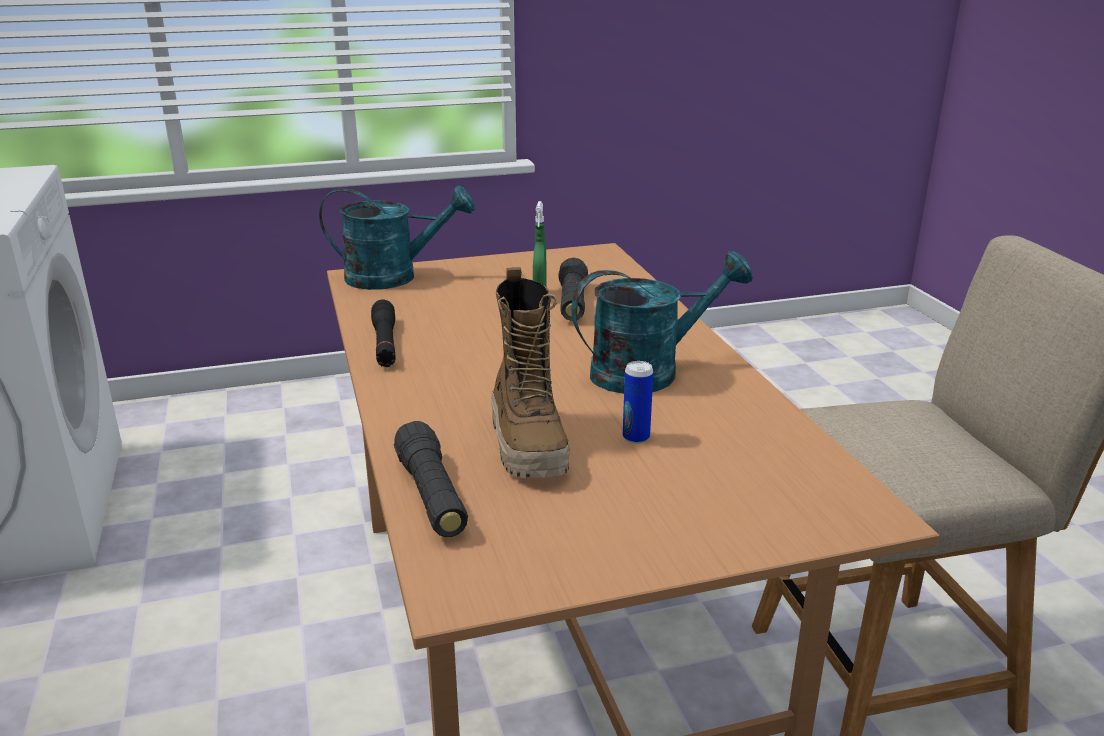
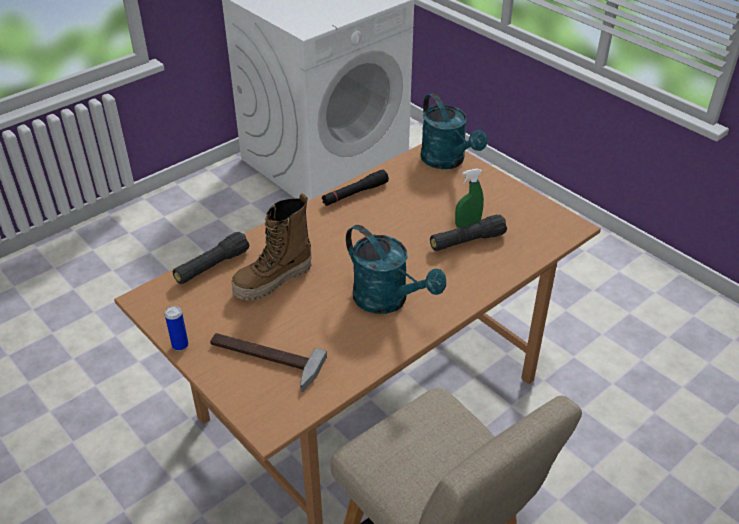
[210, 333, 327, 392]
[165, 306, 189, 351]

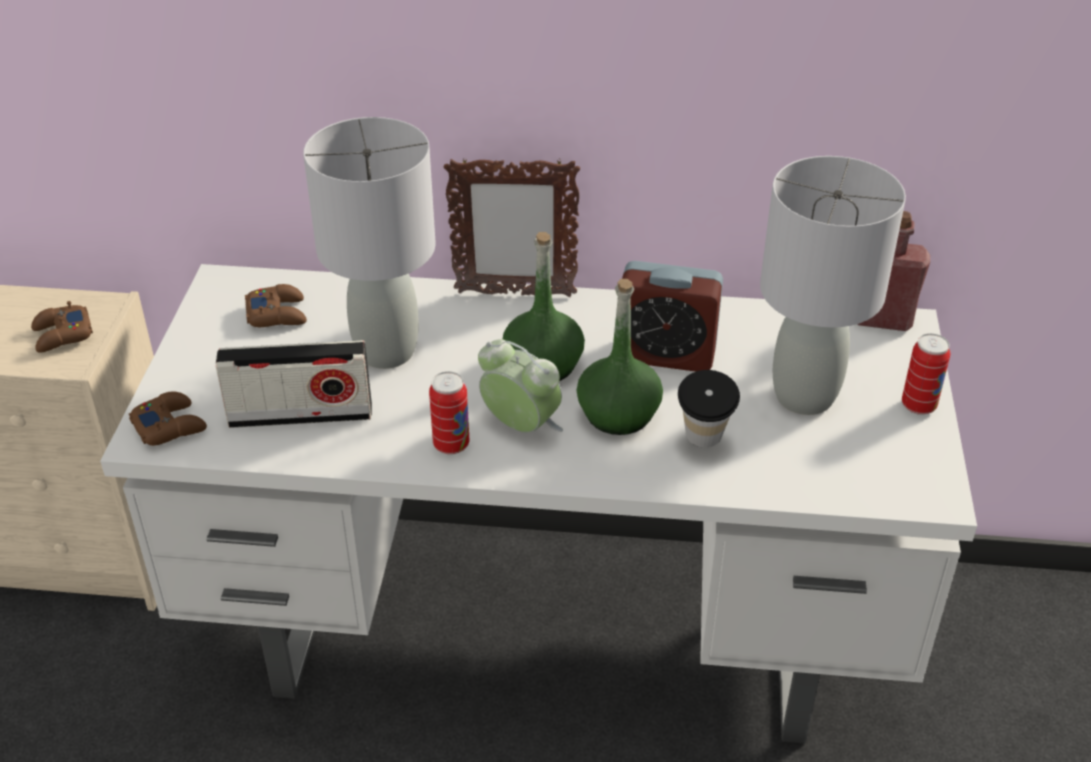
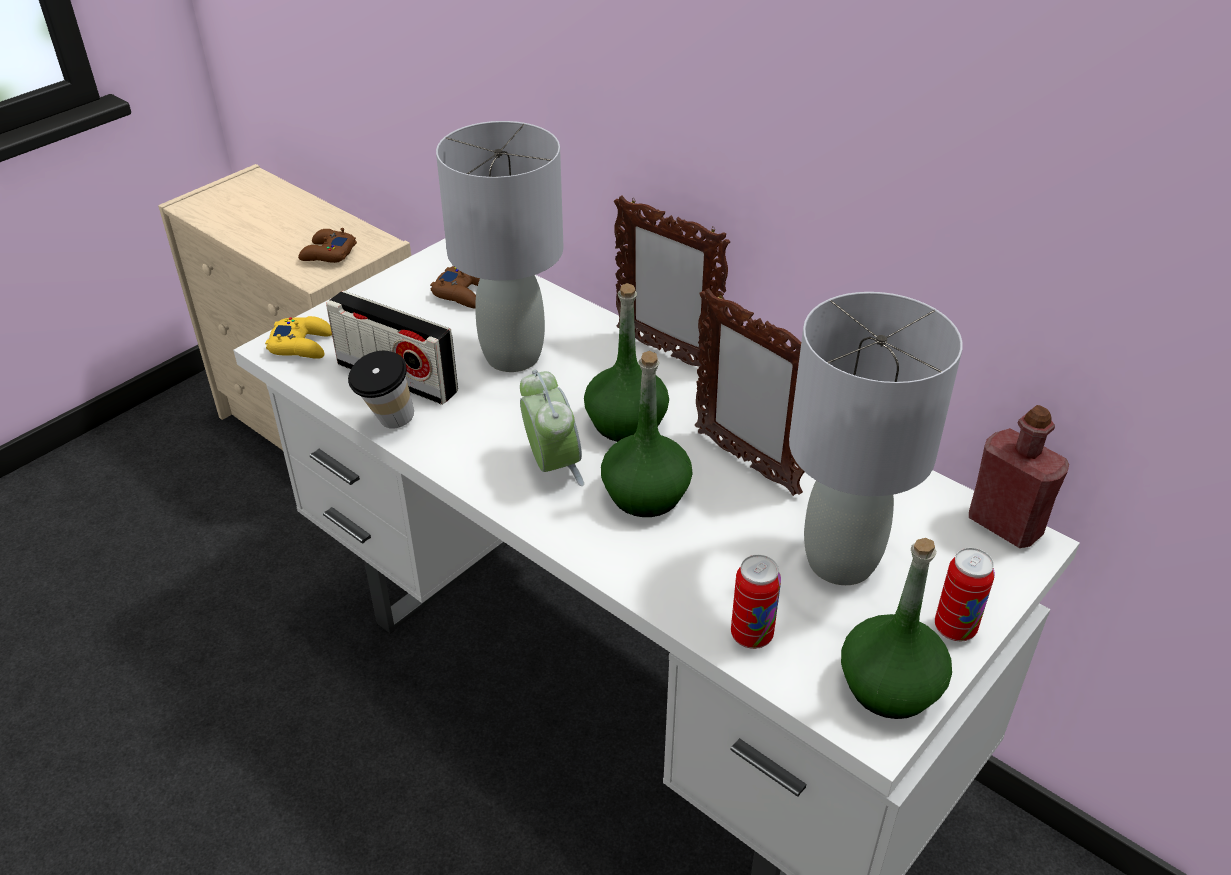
[841, 538, 952, 719]
[731, 555, 781, 649]
[348, 350, 414, 429]
[695, 288, 805, 496]
[265, 316, 332, 359]

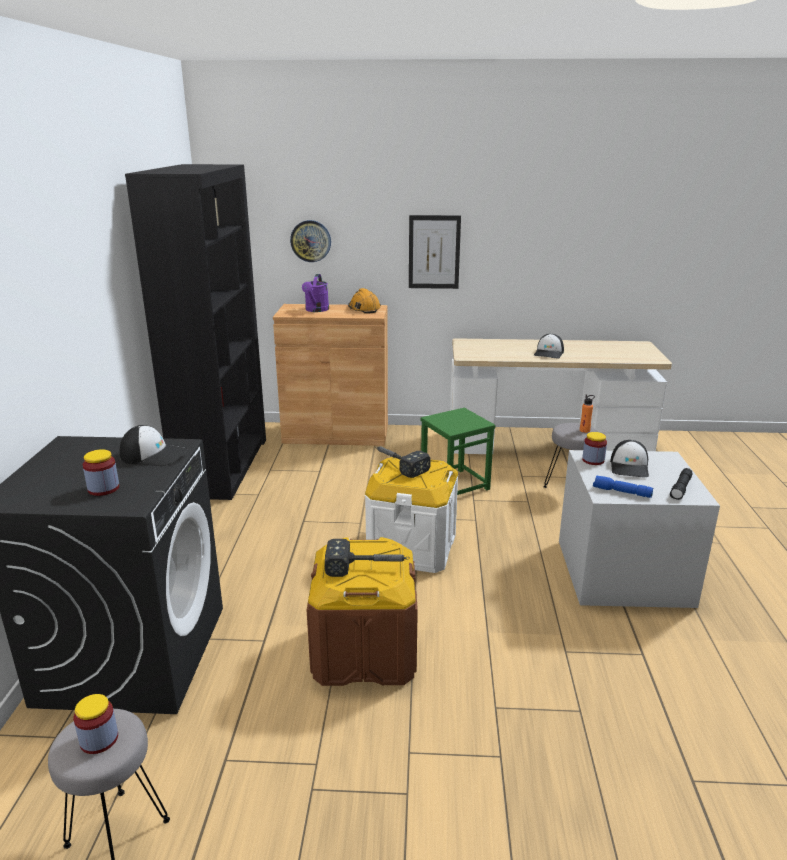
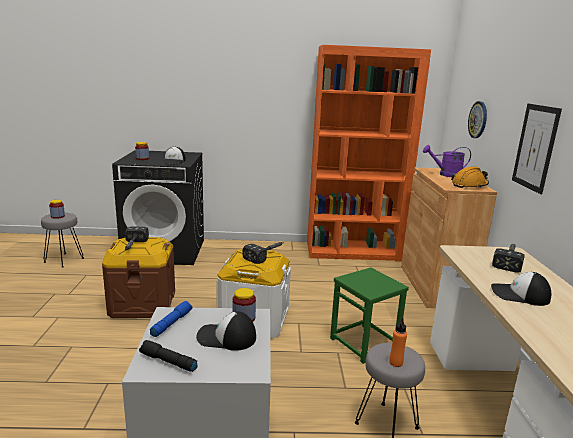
[492, 244, 525, 273]
[307, 45, 431, 262]

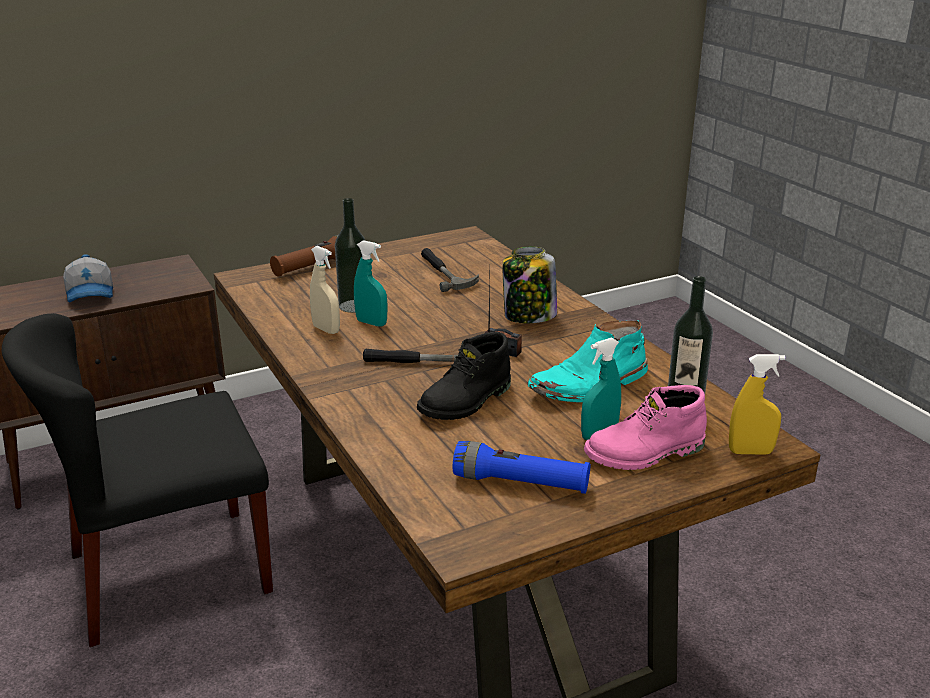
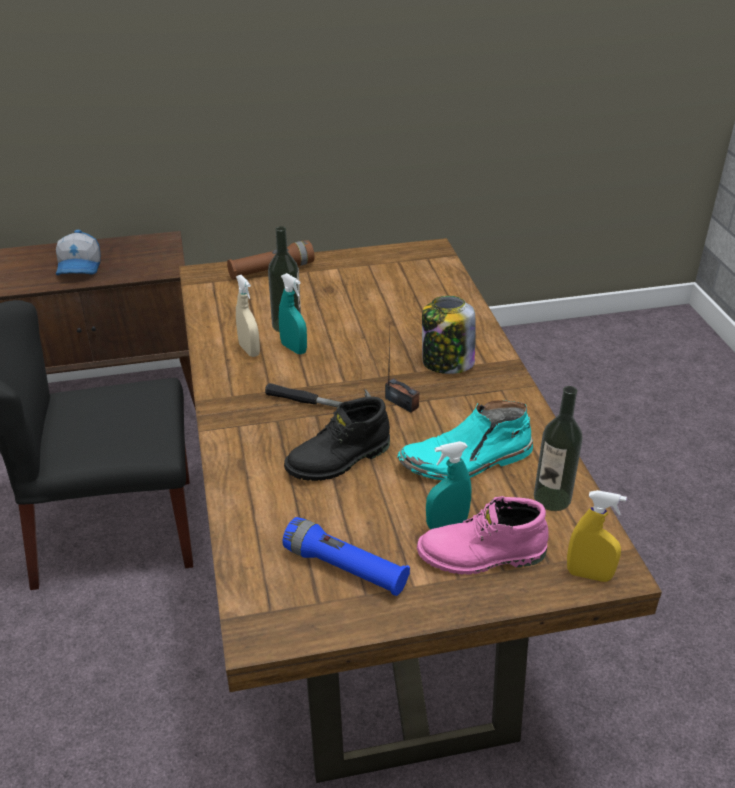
[421, 248, 479, 292] (first image)

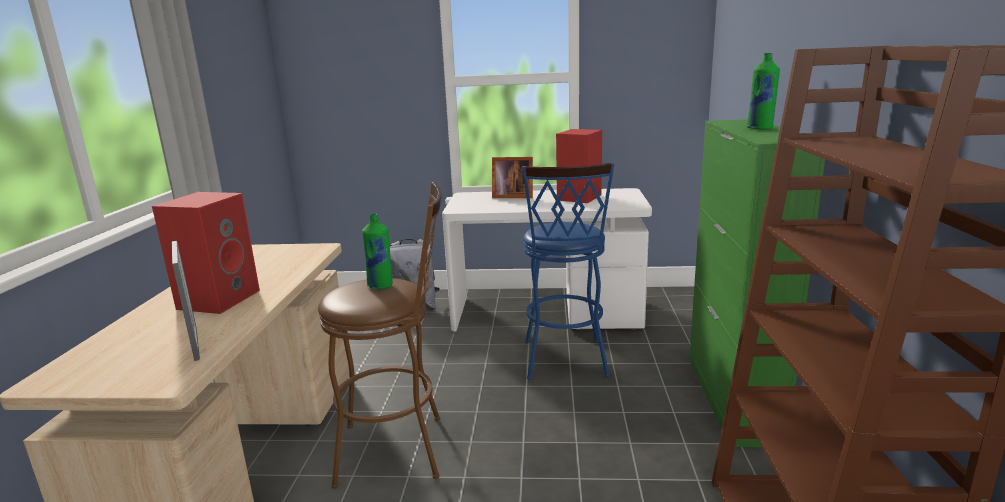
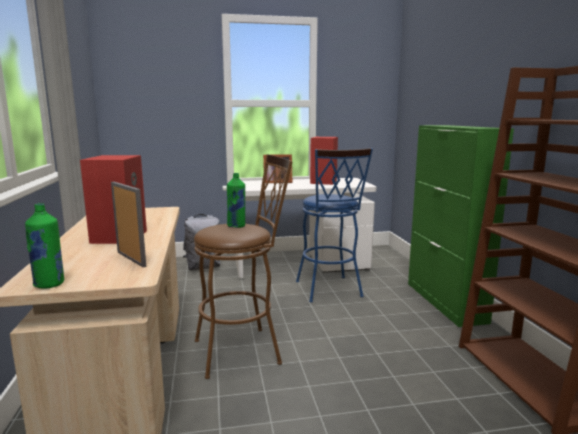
[25, 203, 64, 289]

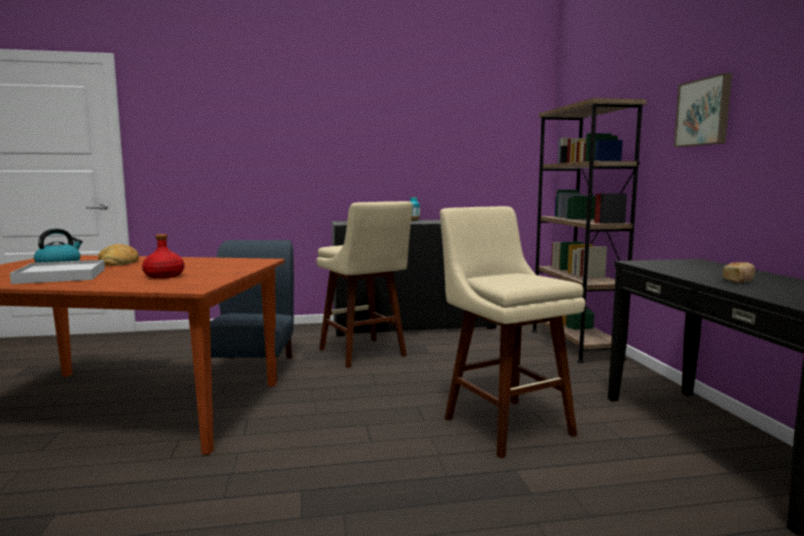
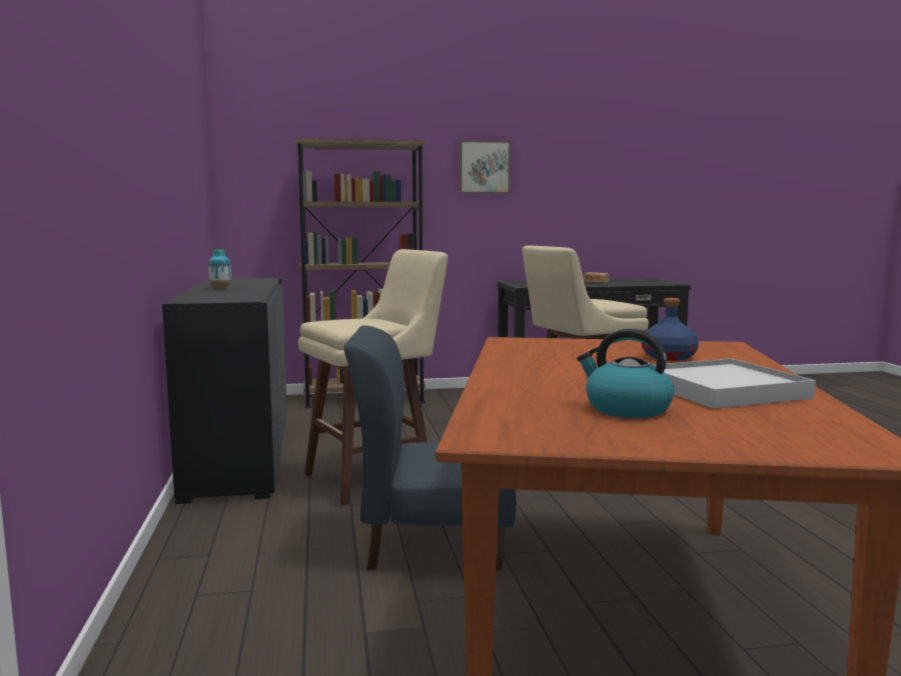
[98, 244, 139, 266] (first image)
[642, 298, 699, 360]

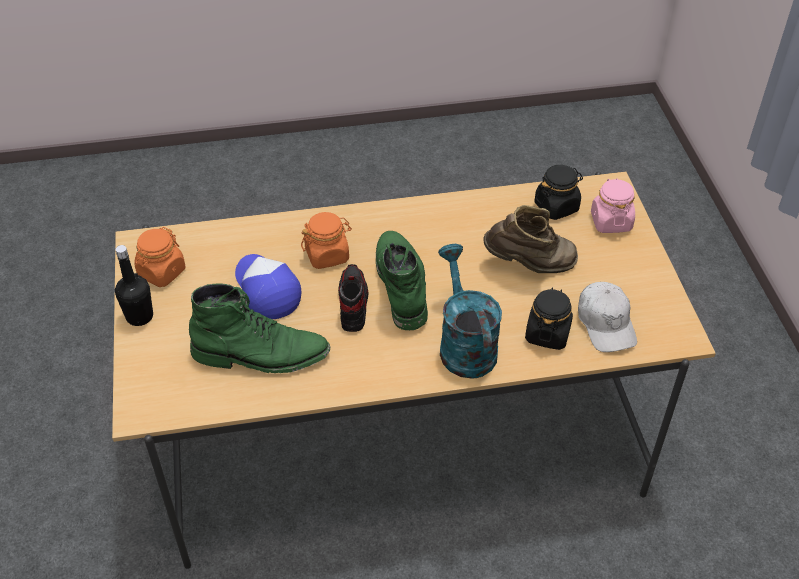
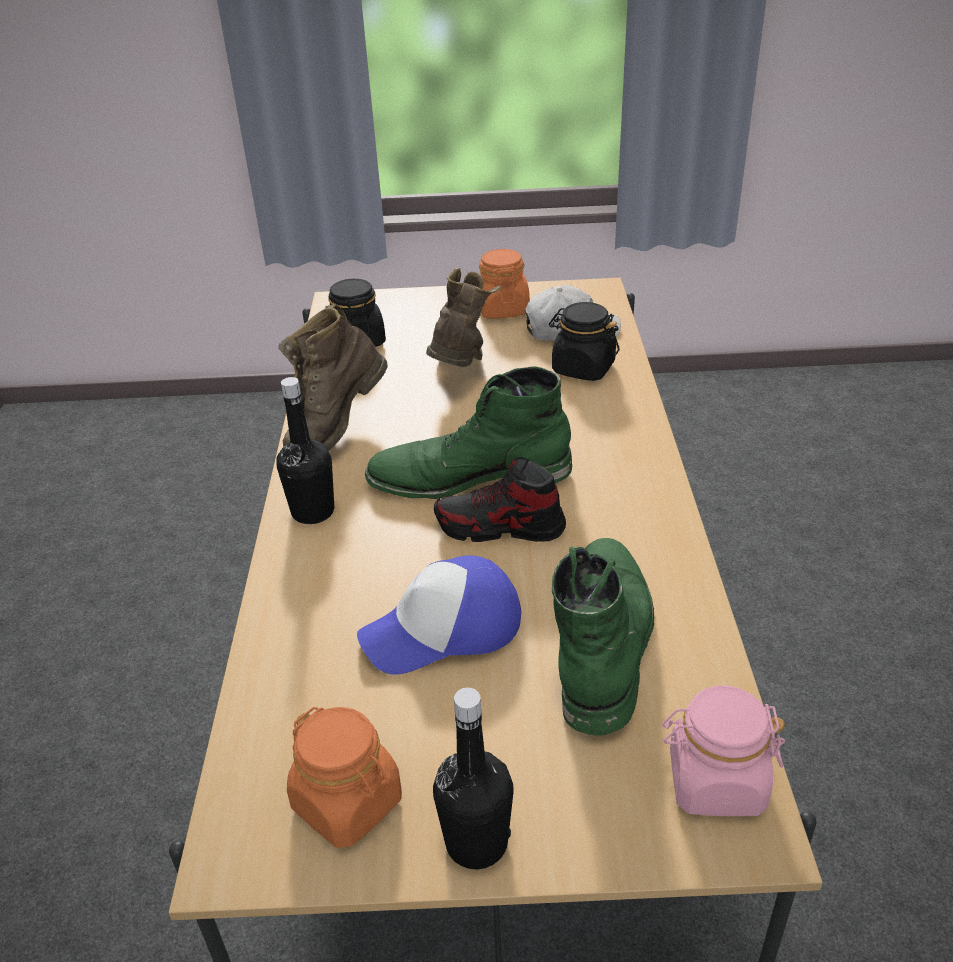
[438, 244, 502, 379] (first image)
[276, 377, 334, 524]
[279, 304, 388, 451]
[479, 249, 530, 319]
[662, 685, 785, 816]

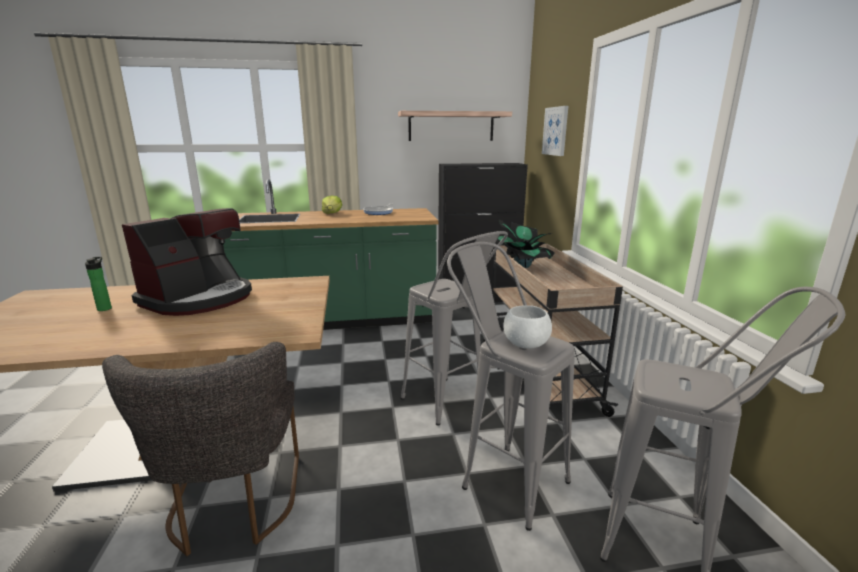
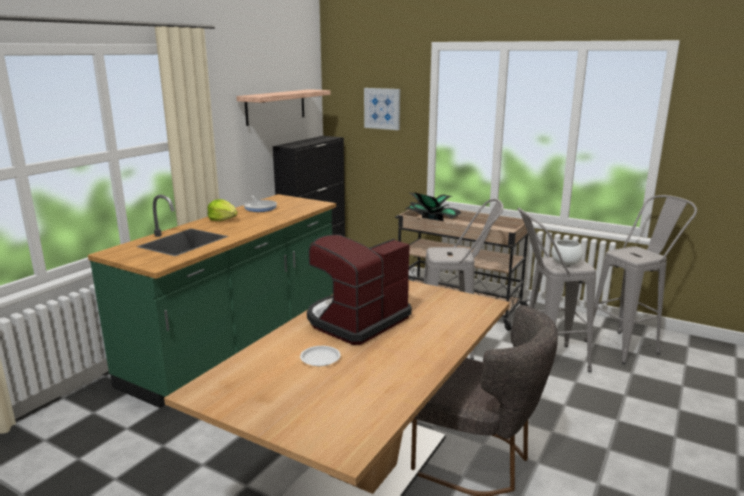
[300, 346, 341, 366]
[307, 234, 412, 345]

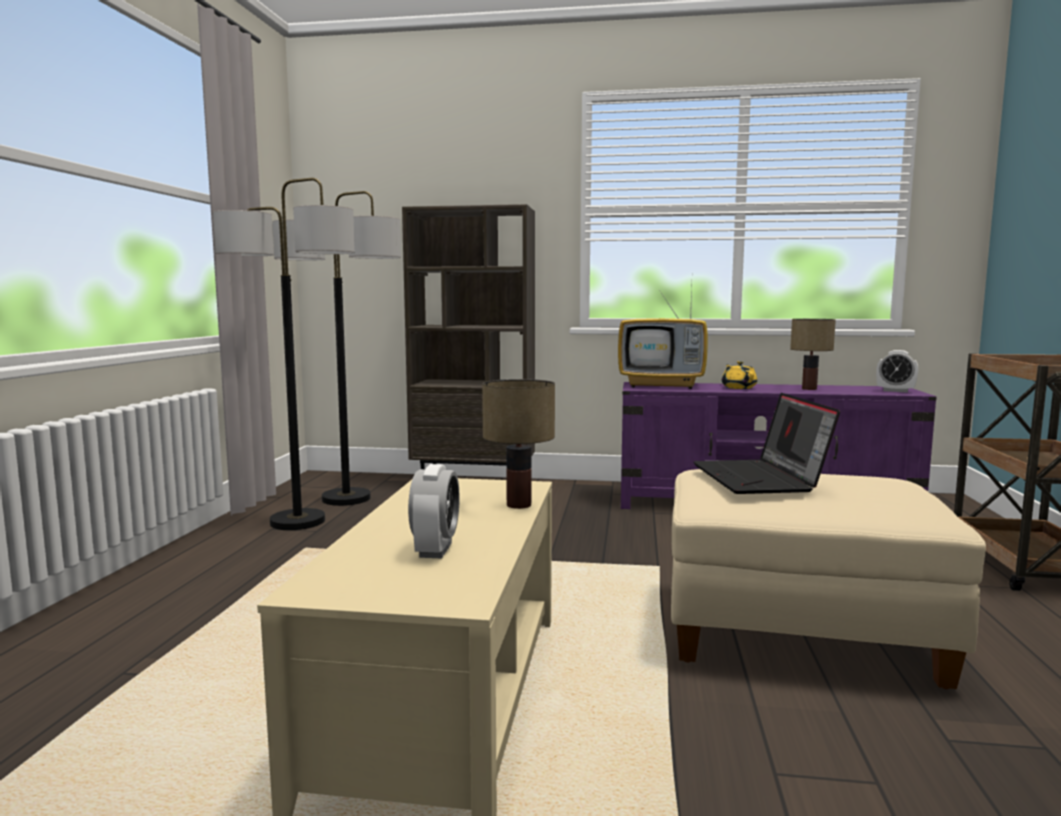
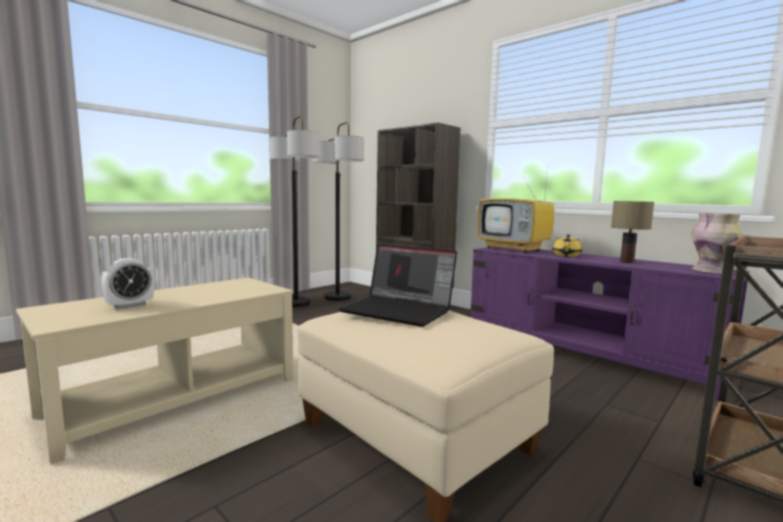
[482, 379, 555, 509] (first image)
[691, 212, 743, 274]
[339, 244, 457, 327]

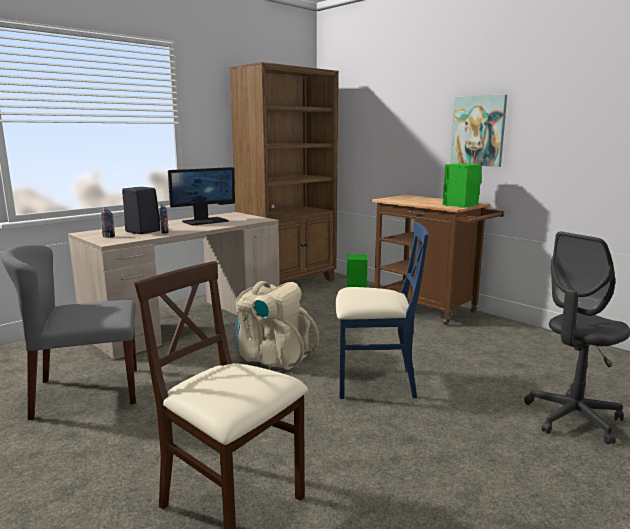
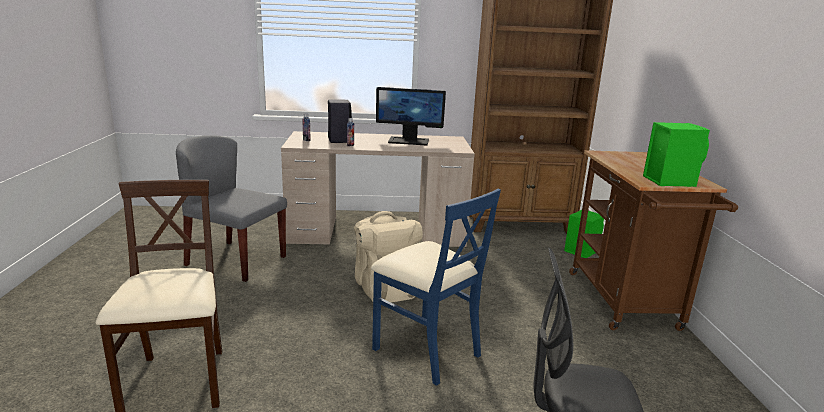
[450, 95, 507, 167] (first image)

